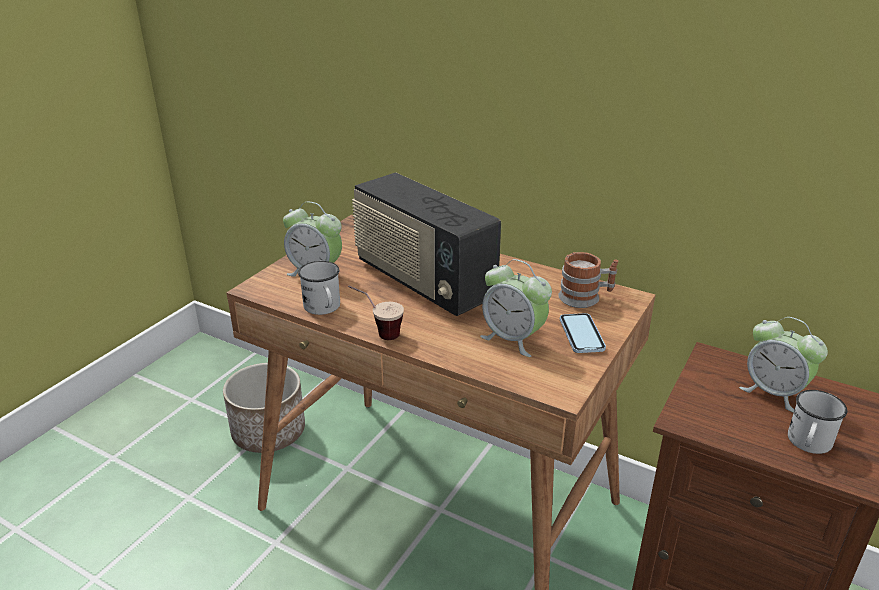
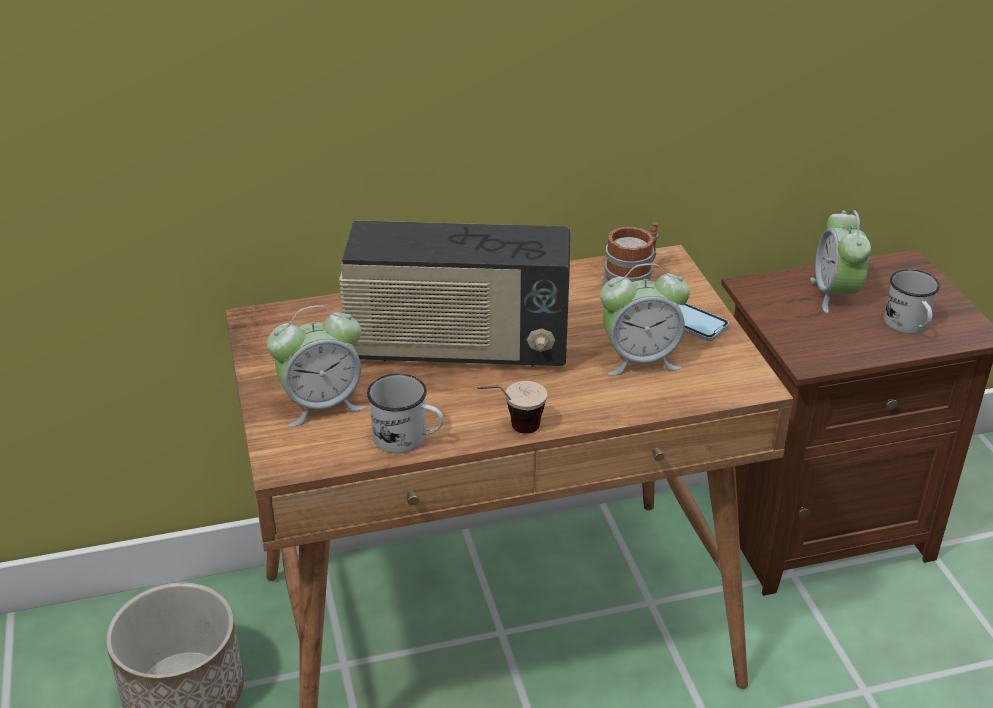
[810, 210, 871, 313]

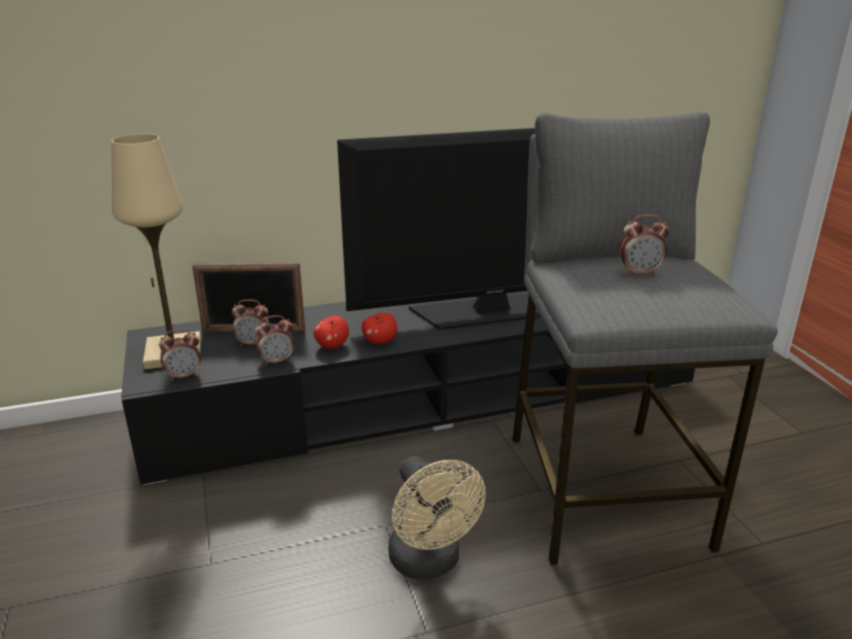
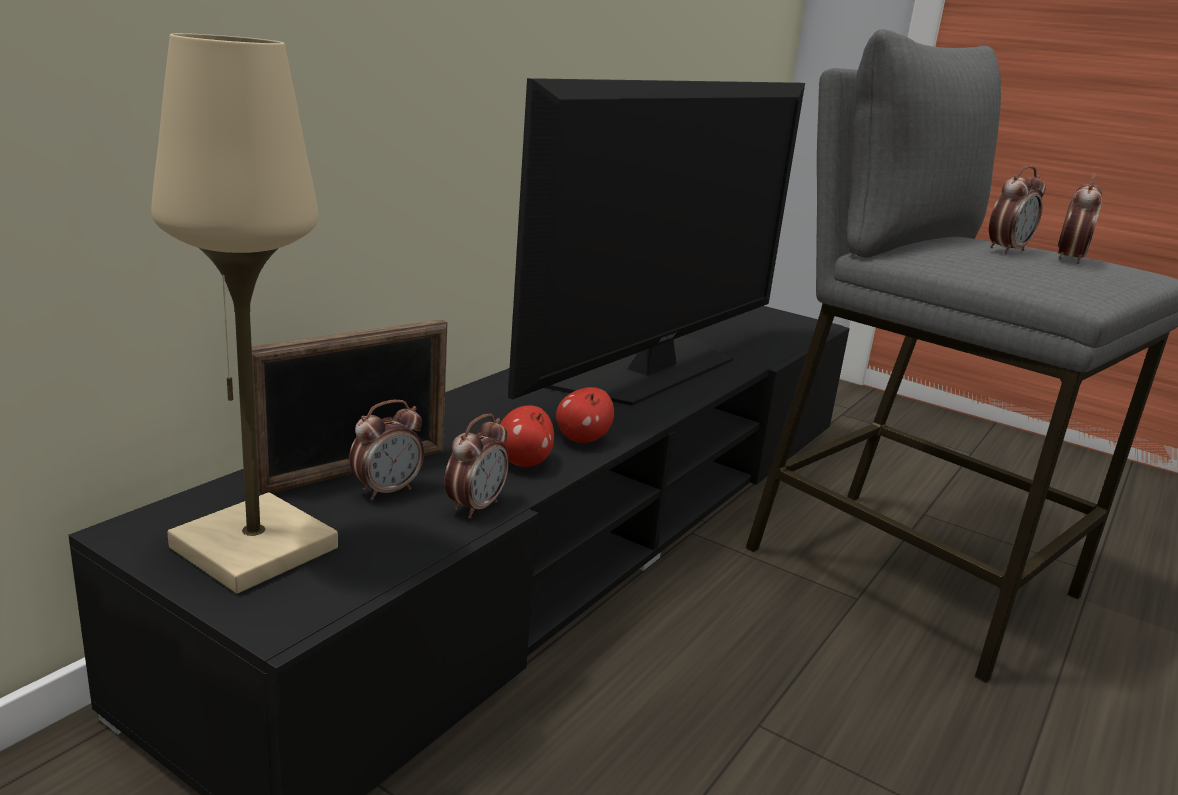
[388, 456, 486, 580] (first image)
[1058, 173, 1102, 264]

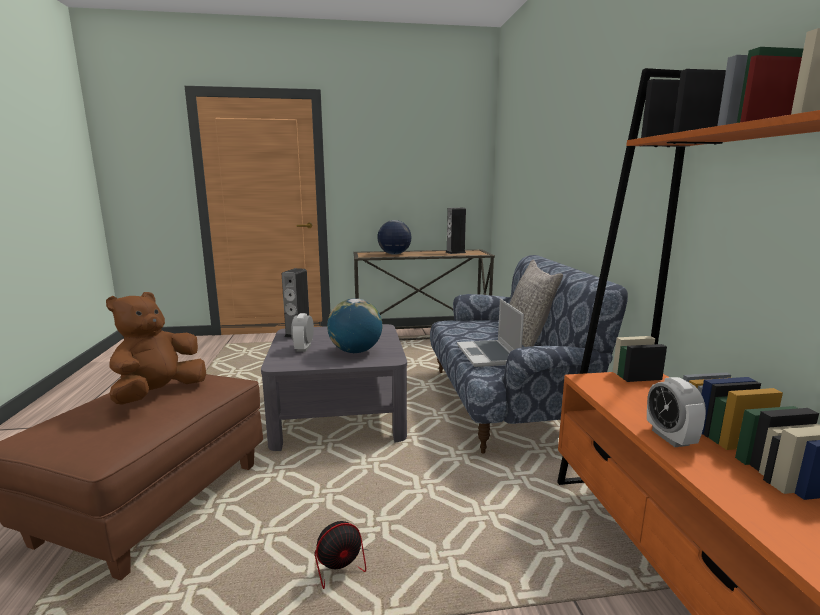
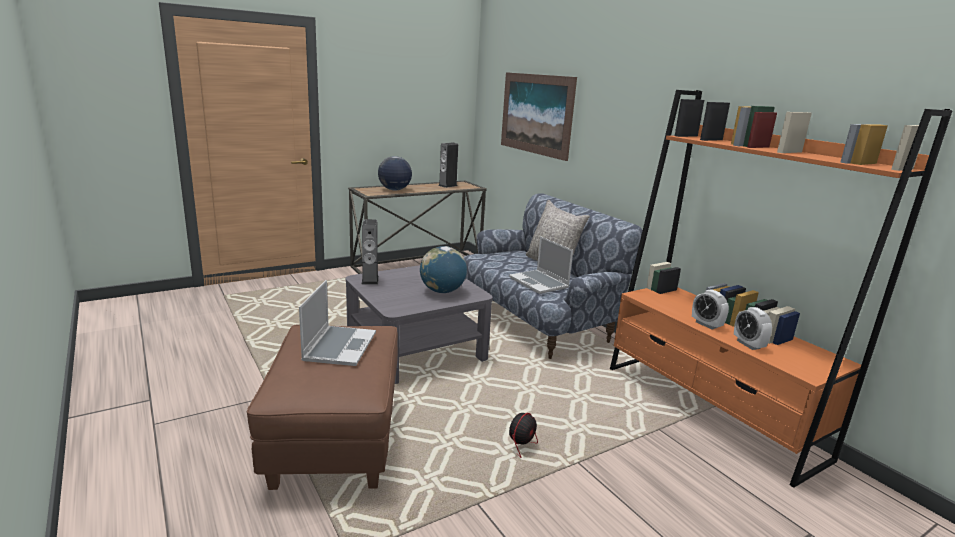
[501, 72, 577, 161]
[734, 307, 772, 350]
[299, 280, 376, 366]

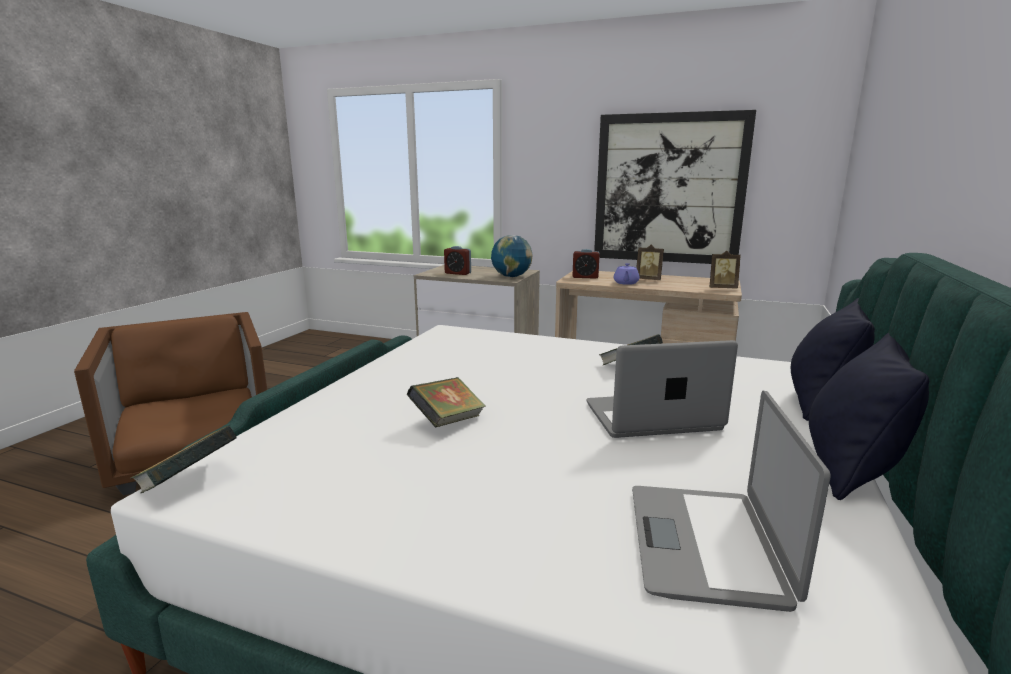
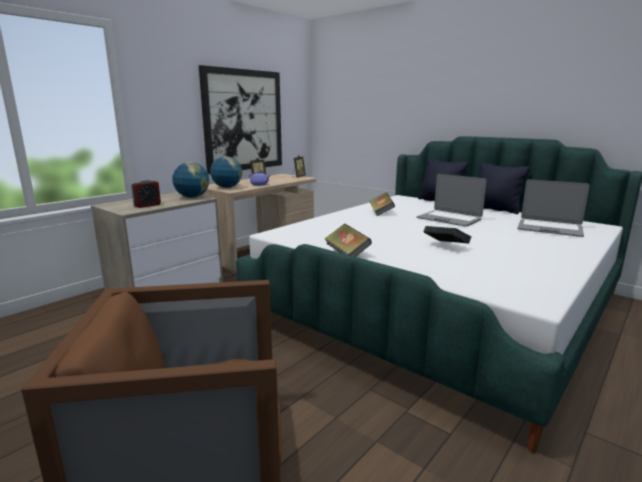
[325, 224, 372, 257]
[210, 156, 242, 188]
[417, 174, 487, 226]

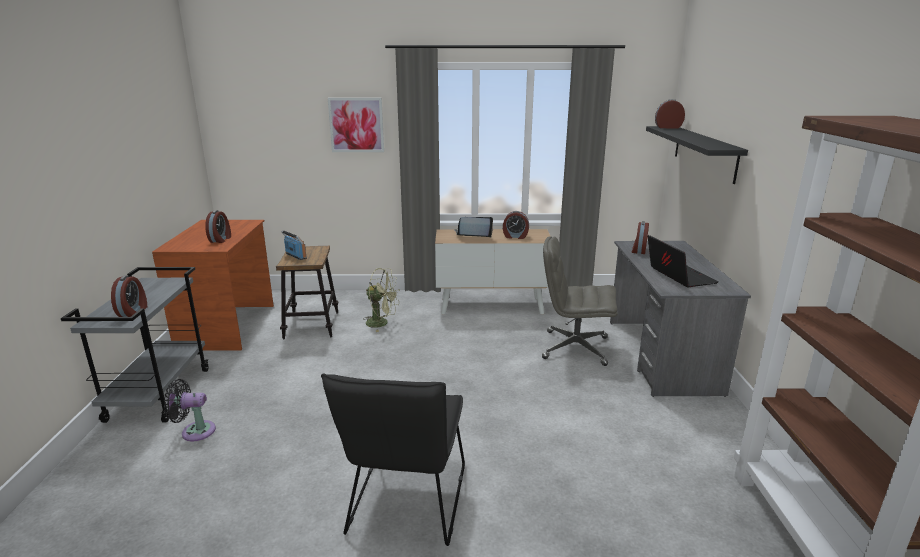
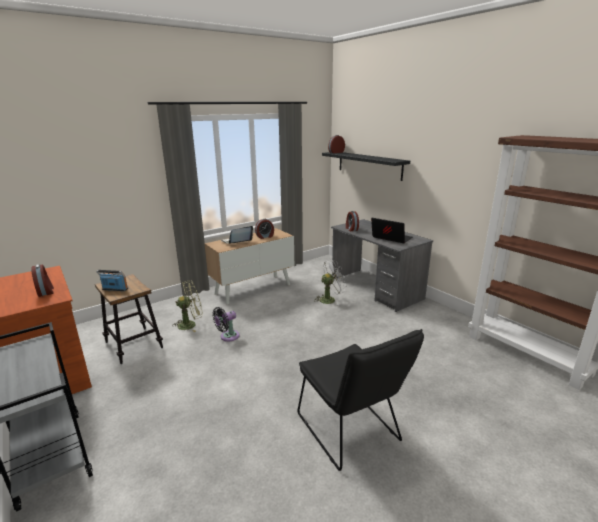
[111, 275, 147, 317] (first image)
[328, 98, 384, 152] (first image)
[212, 307, 240, 341]
[315, 260, 346, 305]

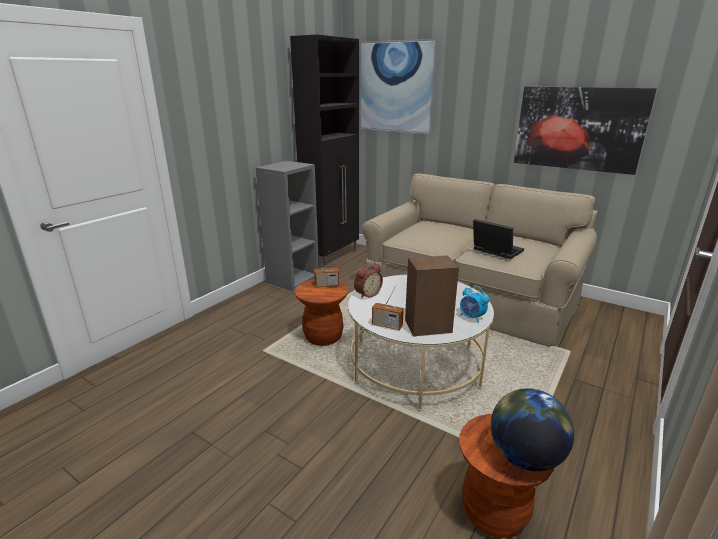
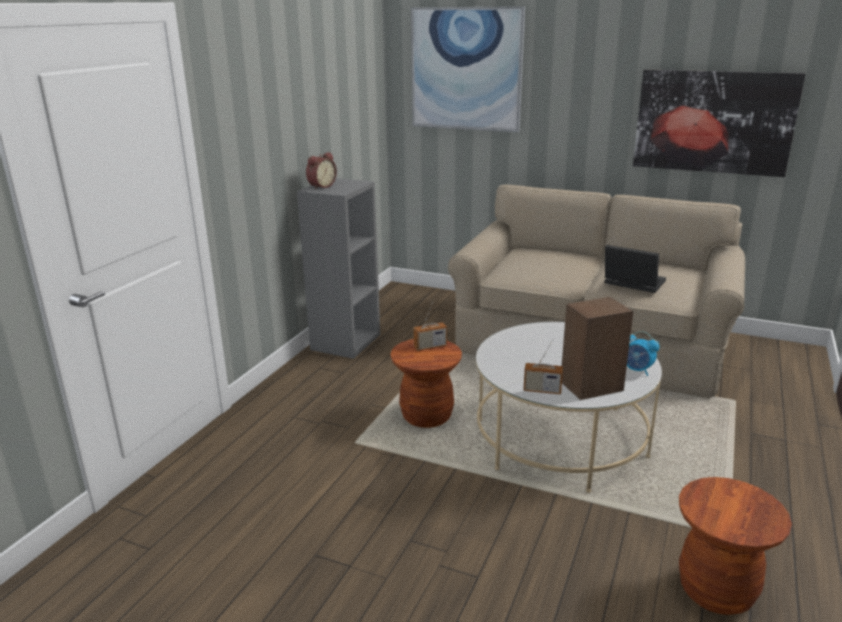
[290, 35, 359, 269] (first image)
[491, 388, 574, 471] (first image)
[306, 152, 337, 190]

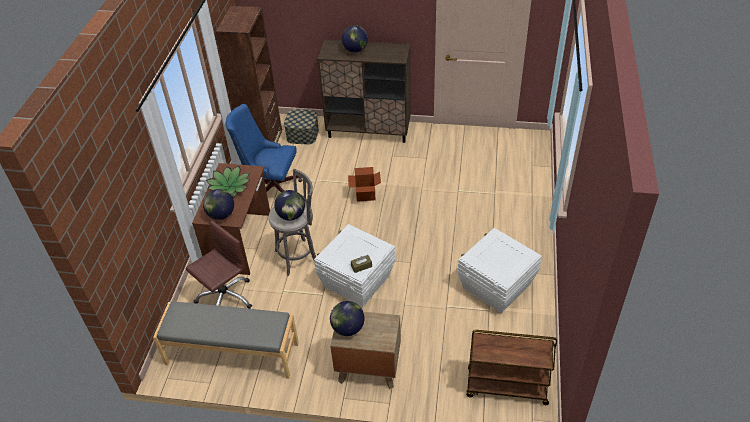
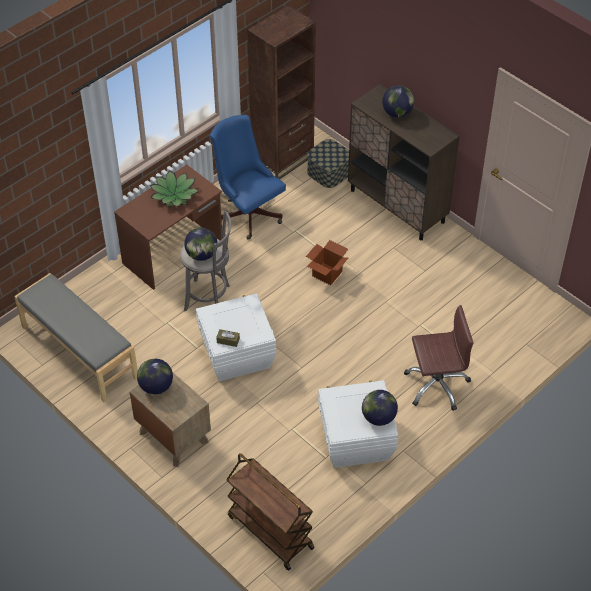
[404, 305, 474, 411]
[362, 390, 398, 426]

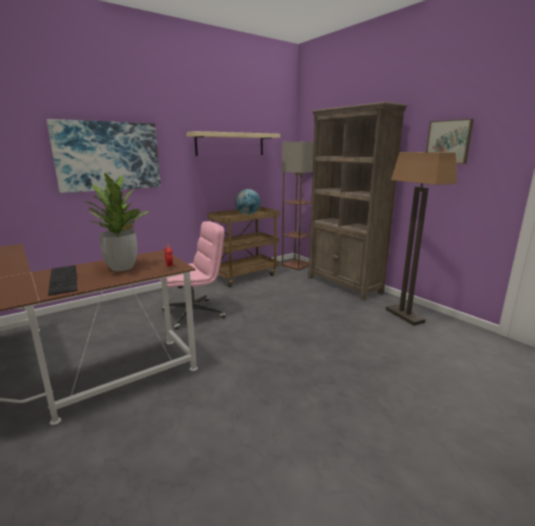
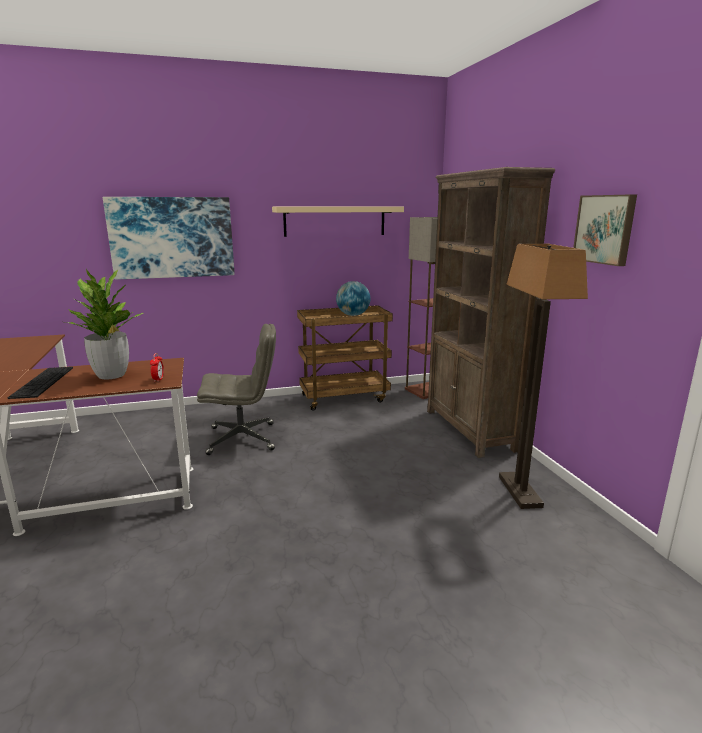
[197, 324, 276, 455]

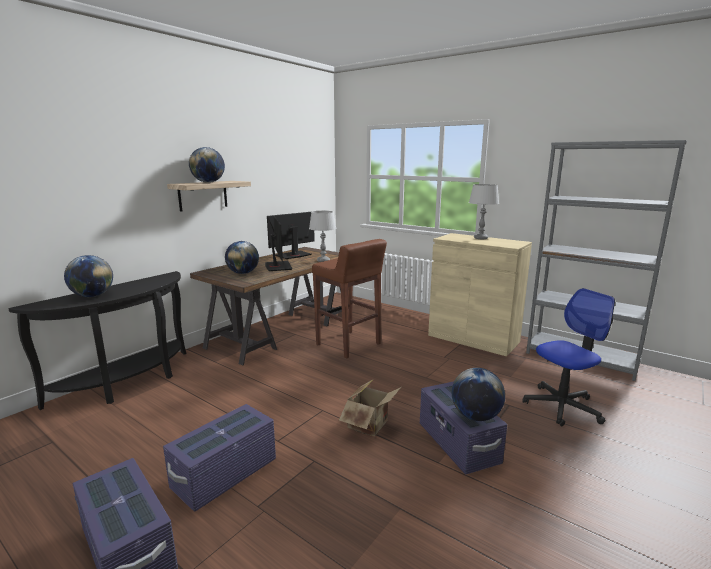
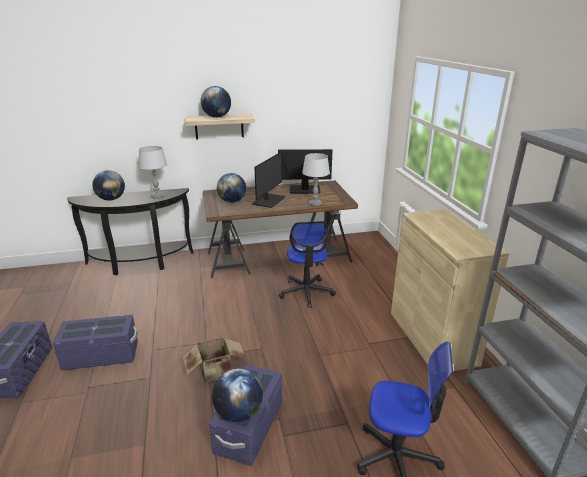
[139, 146, 167, 199]
[279, 221, 336, 308]

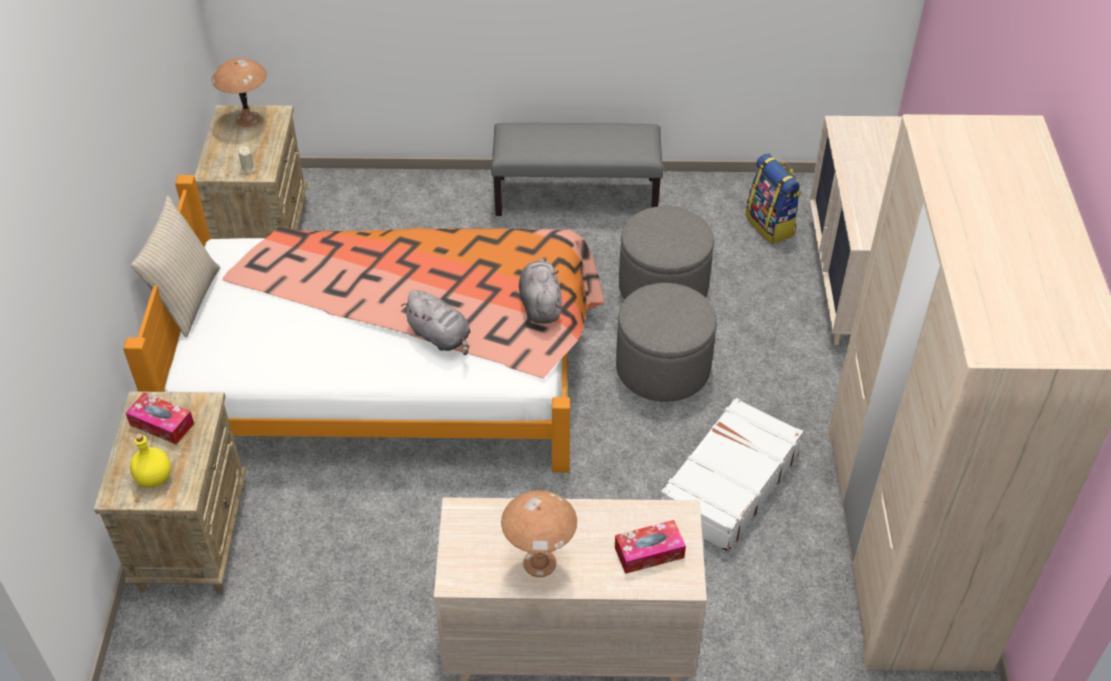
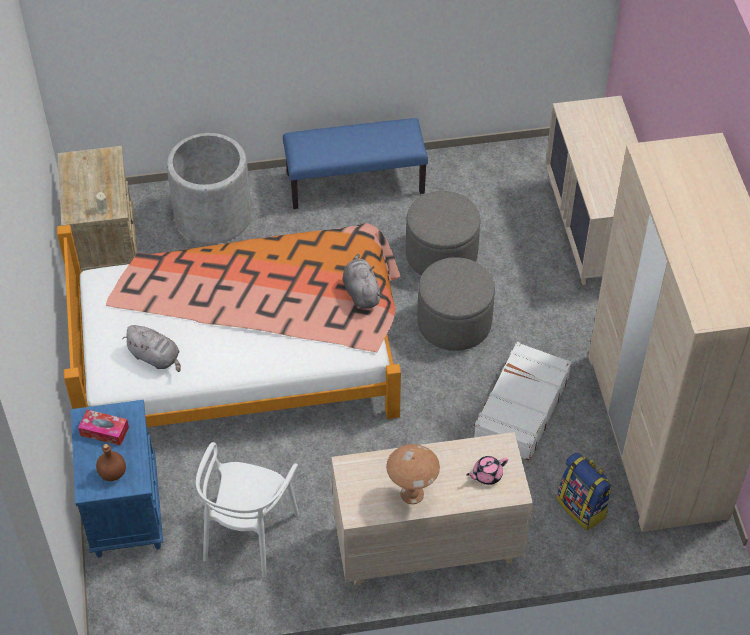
[131, 196, 220, 337] (first image)
[211, 58, 267, 127] (first image)
[167, 133, 252, 244]
[196, 442, 299, 577]
[122, 325, 181, 372]
[557, 452, 612, 530]
[466, 456, 508, 485]
[71, 400, 163, 557]
[96, 444, 126, 481]
[283, 118, 428, 209]

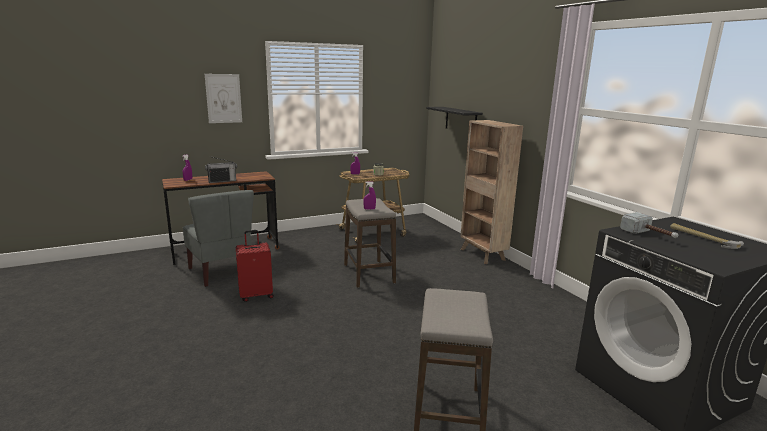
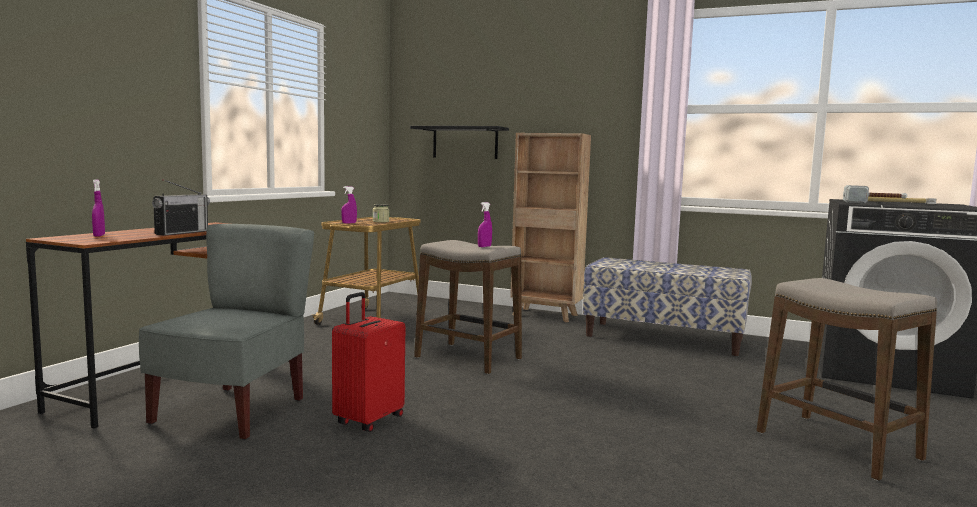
[205, 74, 242, 123] (first image)
[583, 257, 752, 356]
[139, 224, 314, 440]

